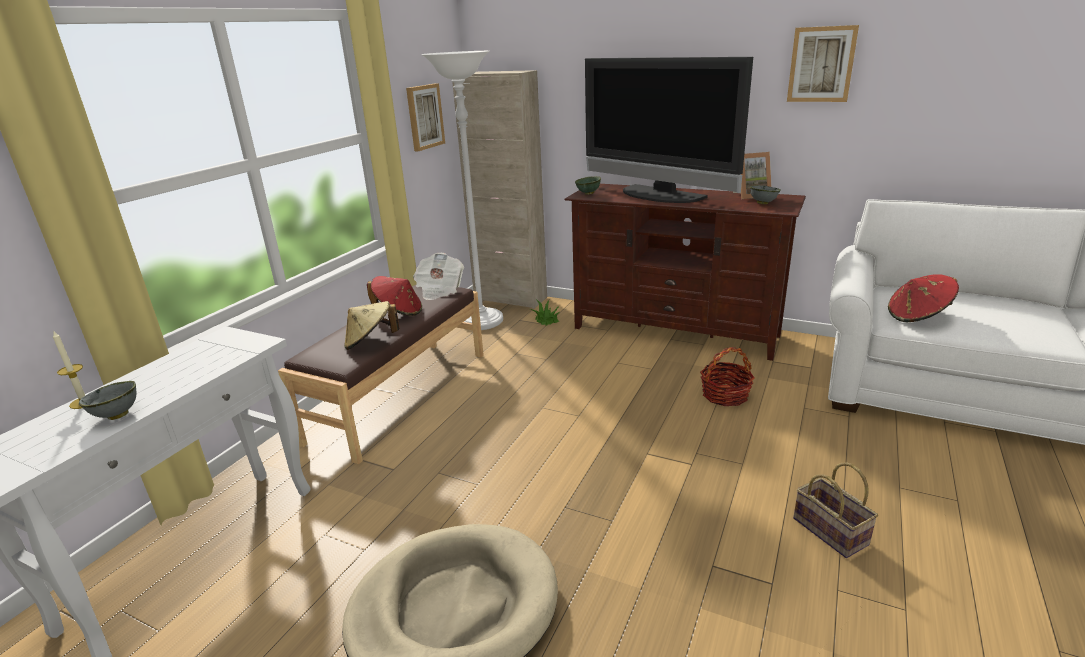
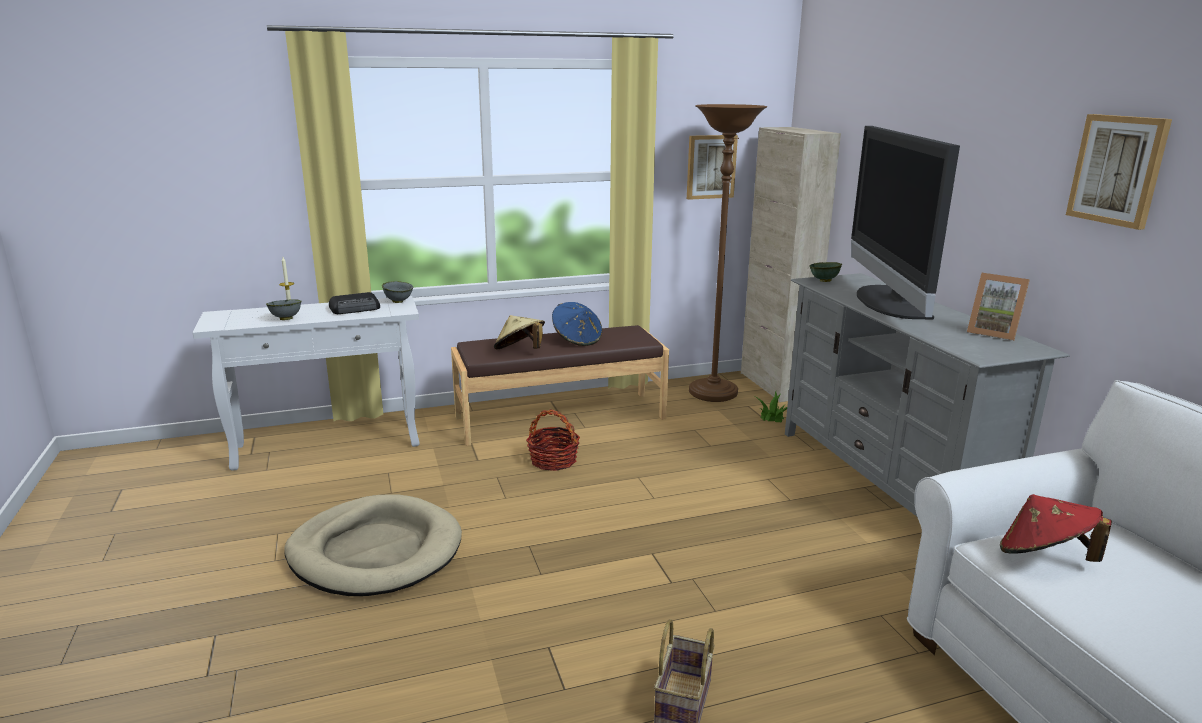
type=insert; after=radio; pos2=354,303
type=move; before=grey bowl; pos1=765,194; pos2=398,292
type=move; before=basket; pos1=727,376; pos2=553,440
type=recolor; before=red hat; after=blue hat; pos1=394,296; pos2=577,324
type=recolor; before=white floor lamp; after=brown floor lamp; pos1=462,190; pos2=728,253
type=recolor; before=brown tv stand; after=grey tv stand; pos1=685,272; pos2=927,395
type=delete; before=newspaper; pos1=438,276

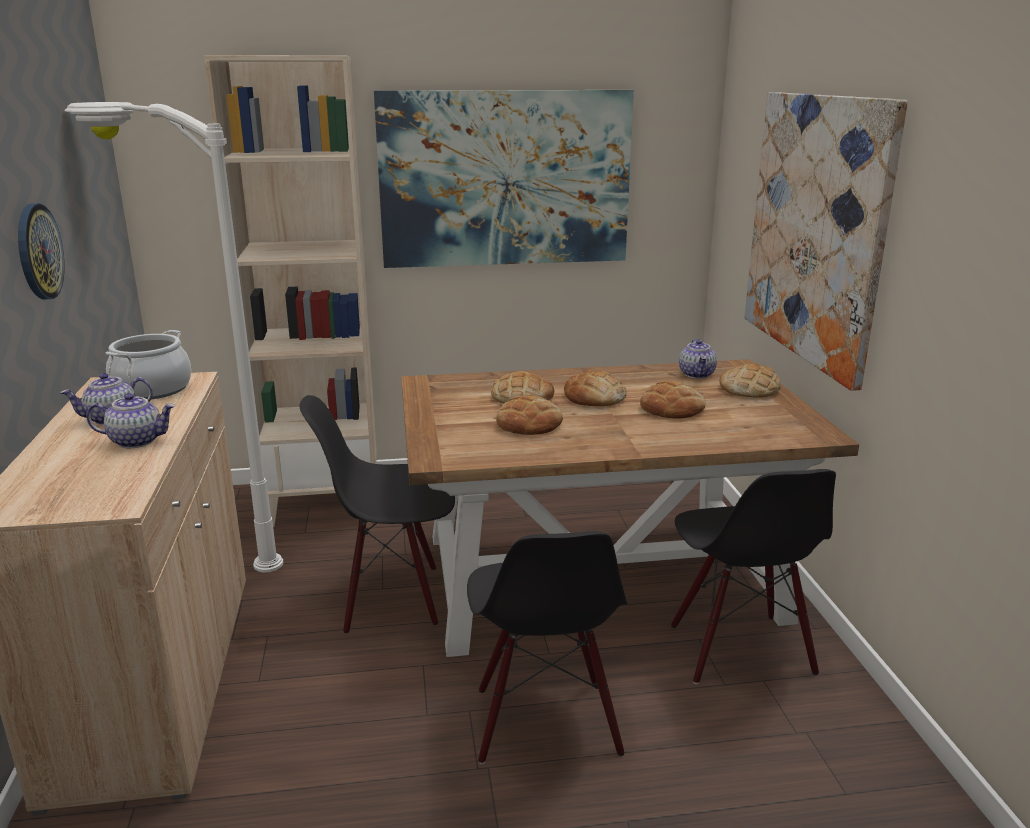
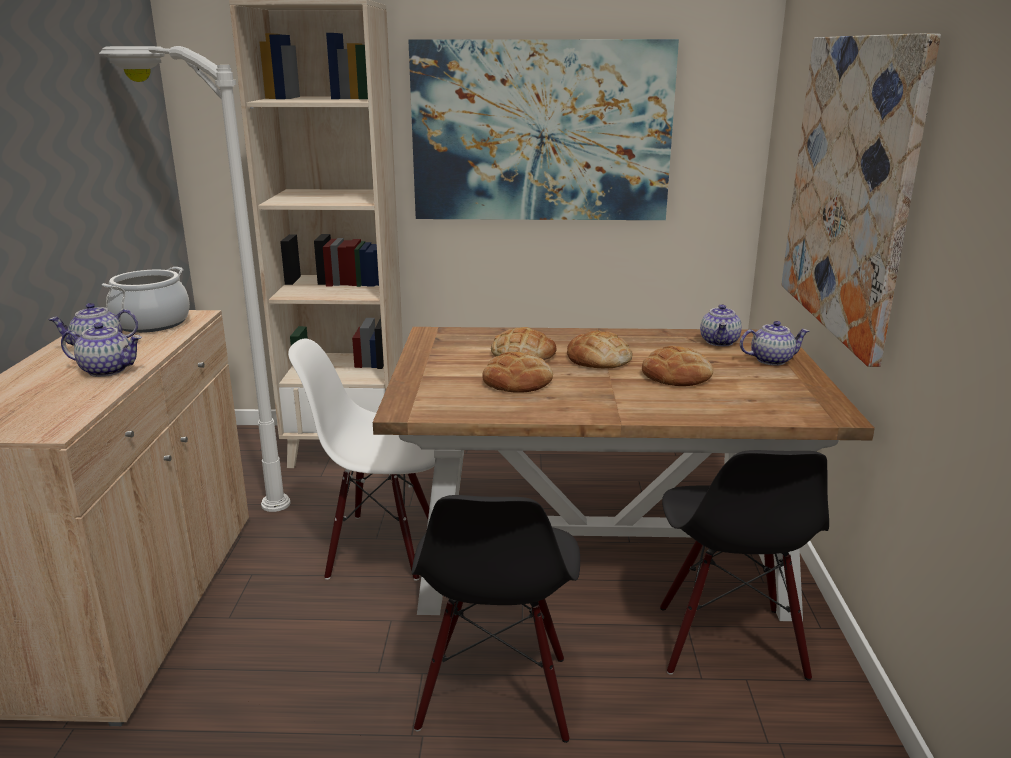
type=recolor; before=black chair; after=white chair; pos1=377,514; pos2=361,460
type=replace; before=bread; after=teapot; pos1=750,381; pos2=774,343
type=delete; before=wall clock; pos1=41,251

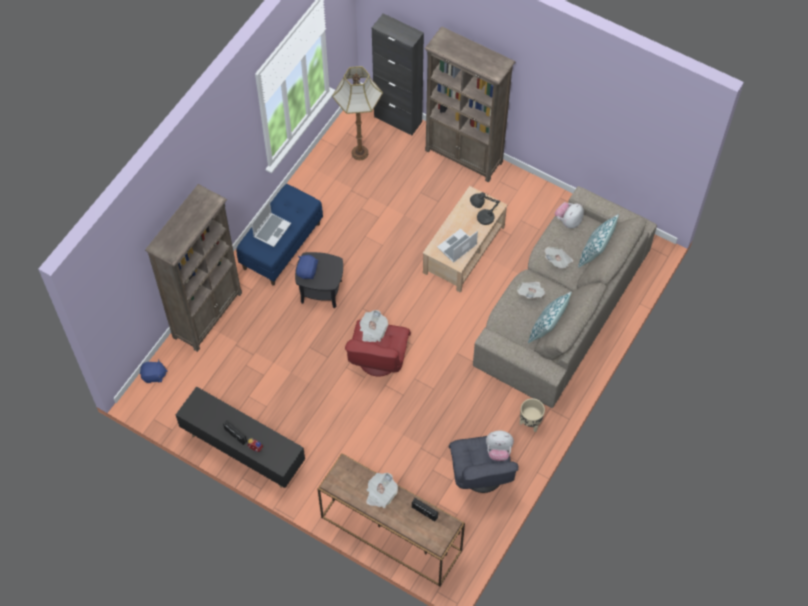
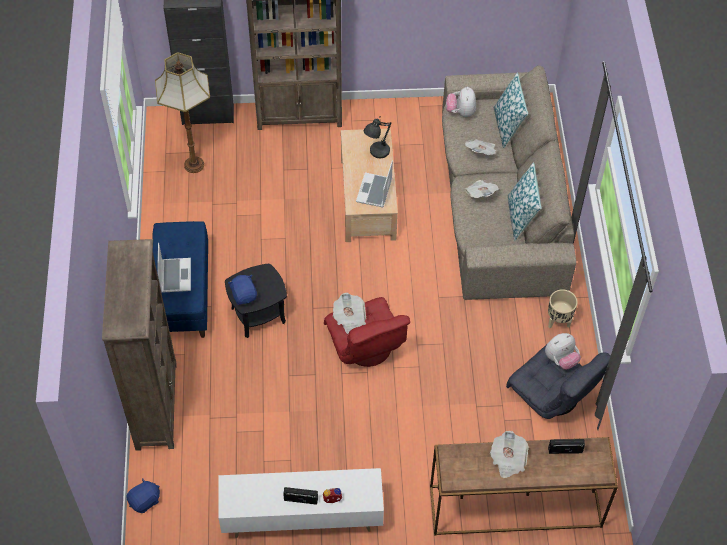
type=recolor; before=black tv stand; after=white tv stand; pos1=240,437; pos2=301,503

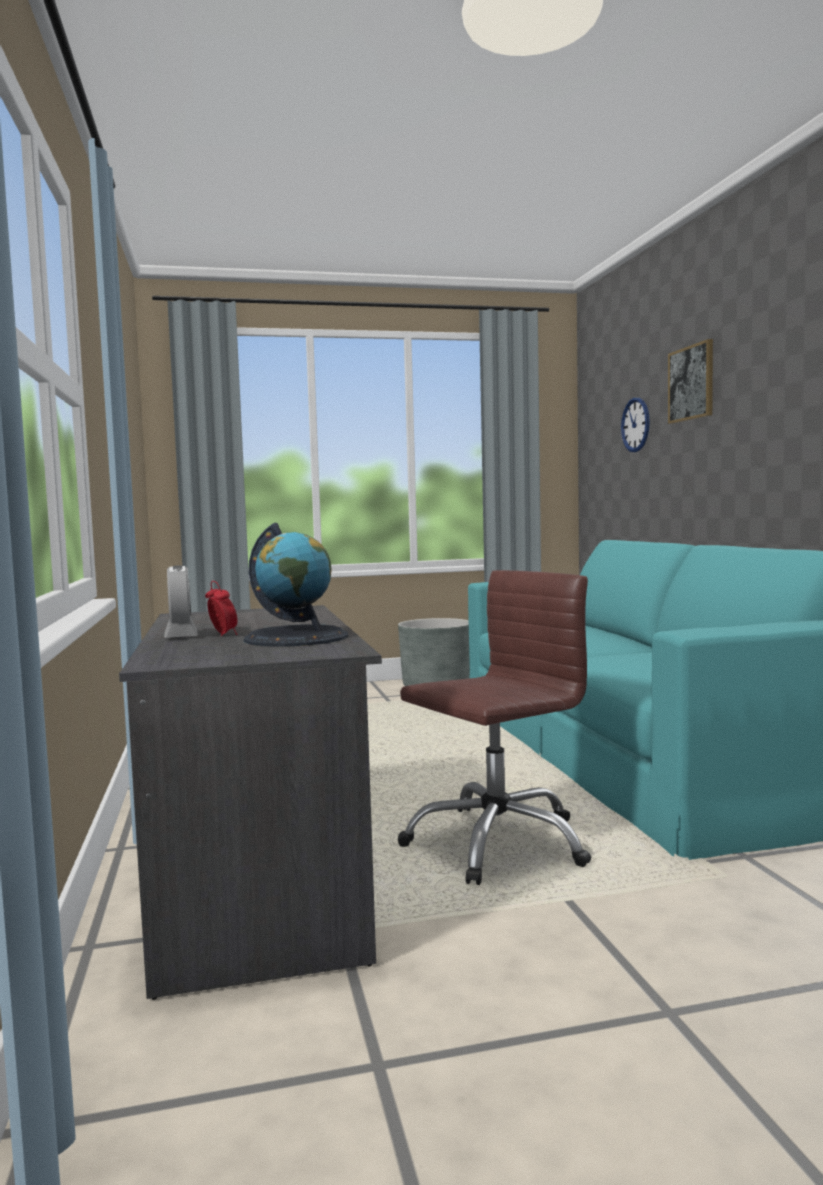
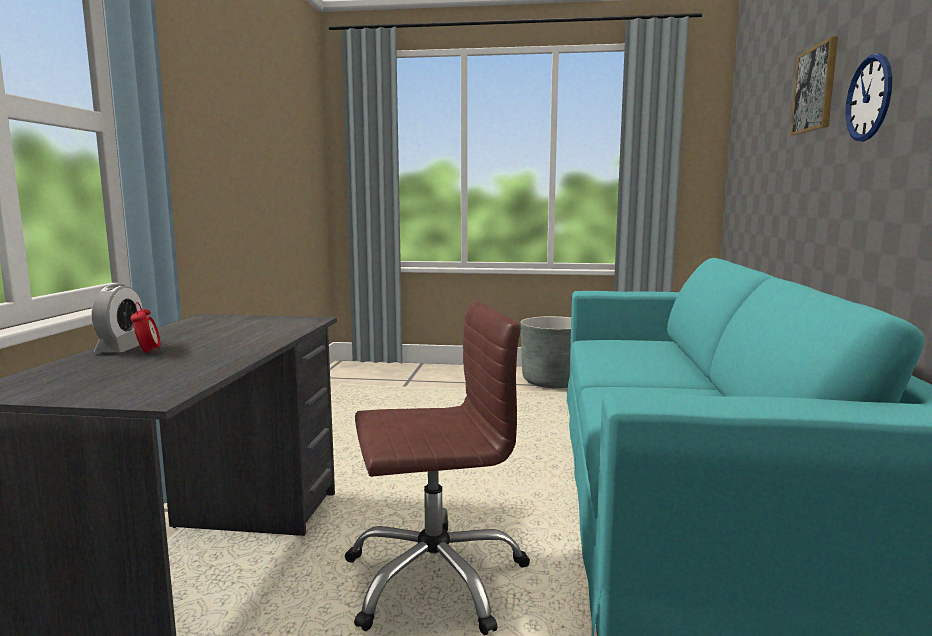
type=move; before=wall clock; pos1=635,425; pos2=868,97
type=delete; before=globe; pos1=296,585

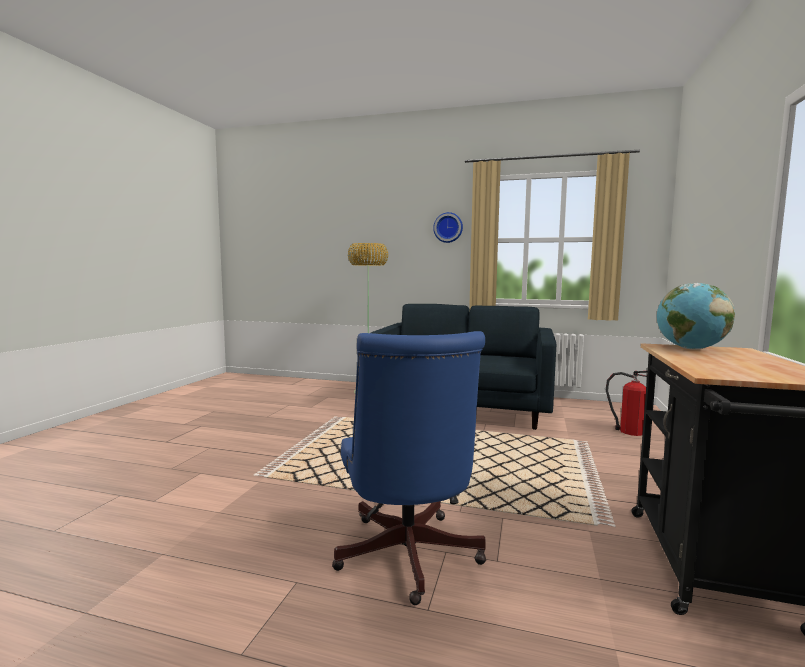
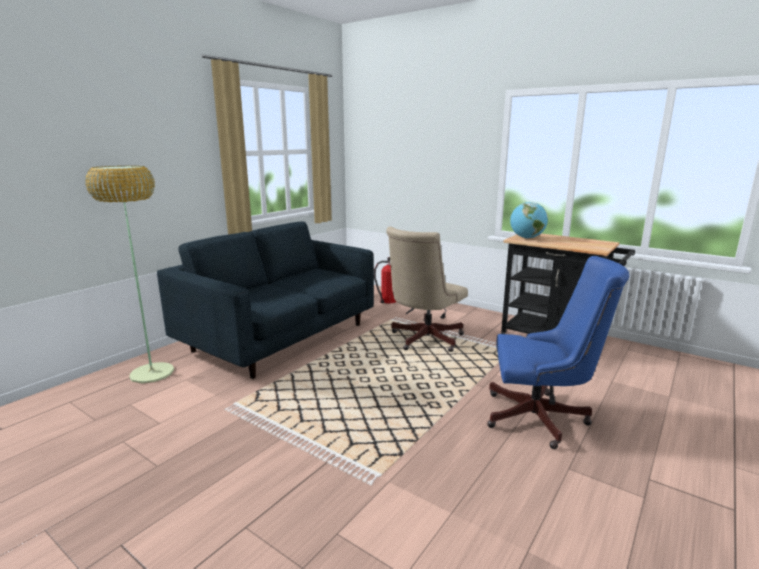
type=insert; after=beige office chair; pos2=427,289
type=delete; before=wall clock; pos1=448,227

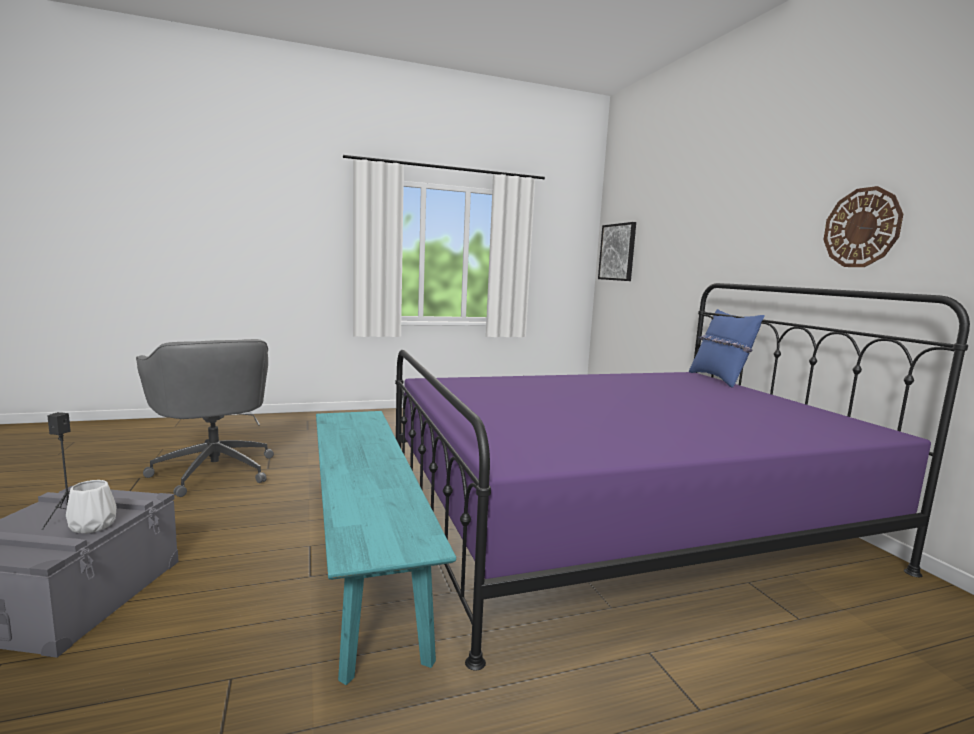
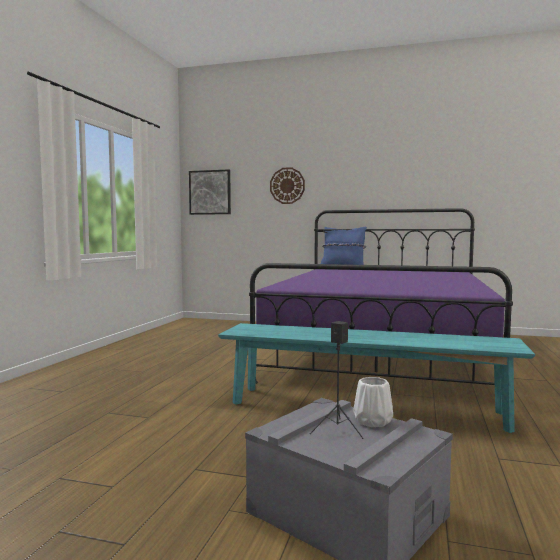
type=move; before=wall clock; pos1=863,226; pos2=287,185
type=delete; before=grey office chair; pos1=205,418

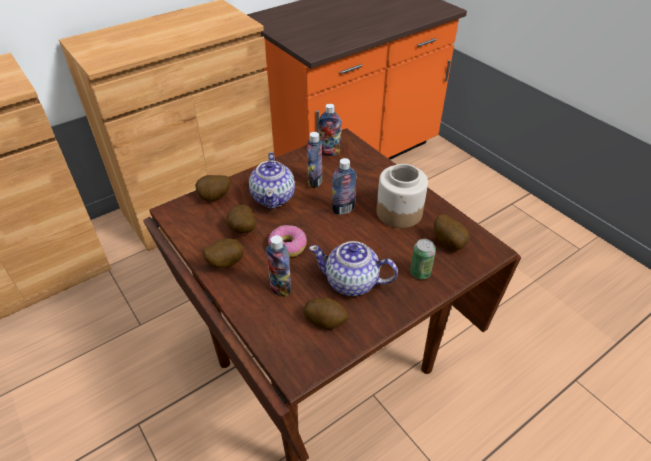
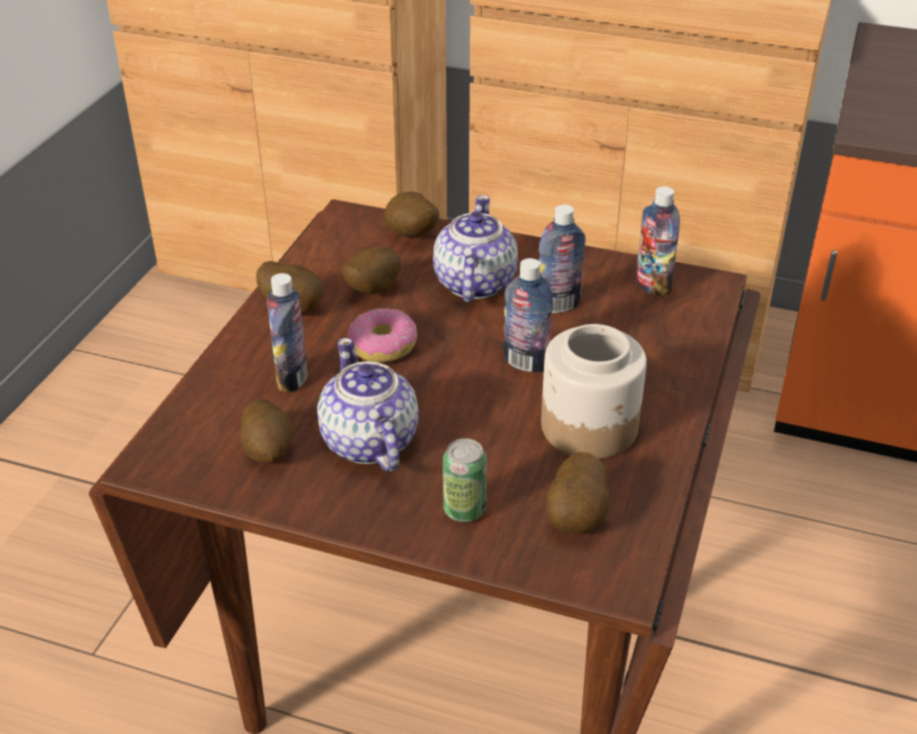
type=rotate; before=teapot; pos1=272,180; pos2=475,249; turn=135

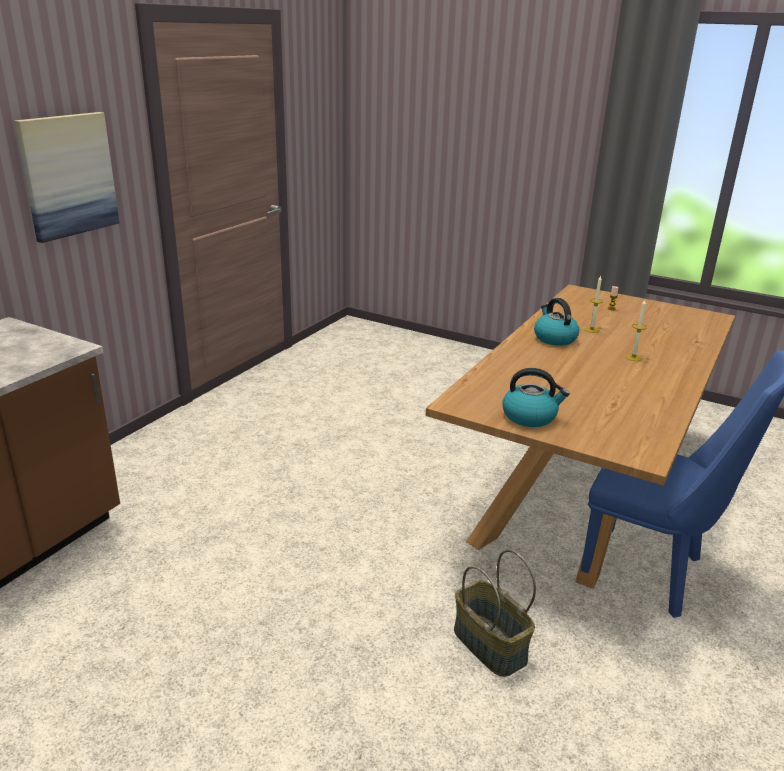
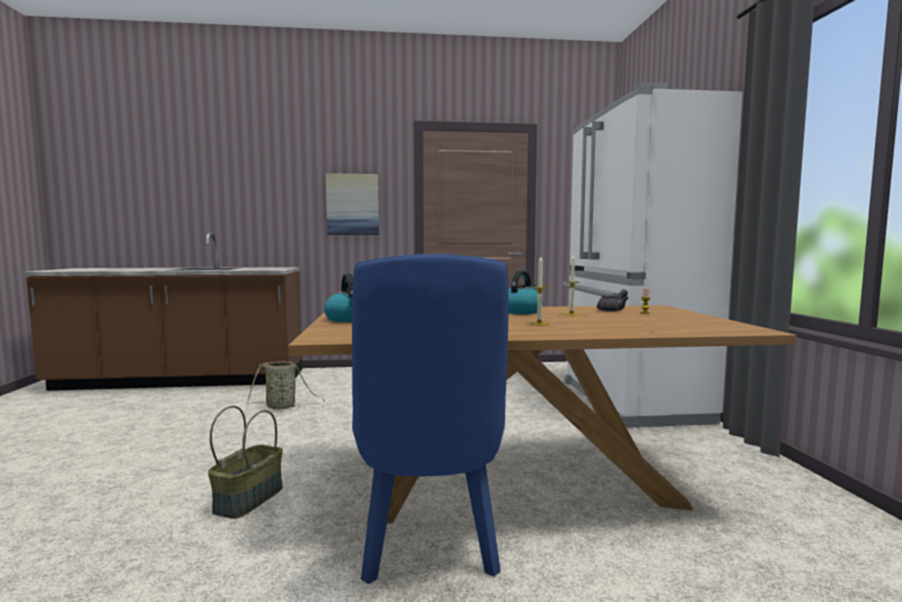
type=insert; after=basket; pos2=286,385
type=insert; after=white fridge; pos2=653,255
type=insert; after=grey teapot; pos2=613,300

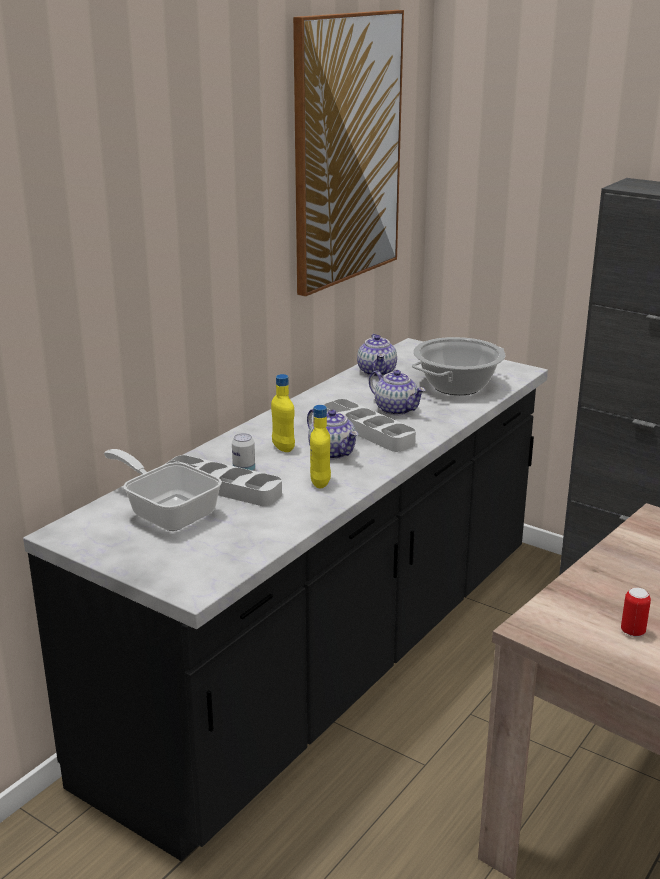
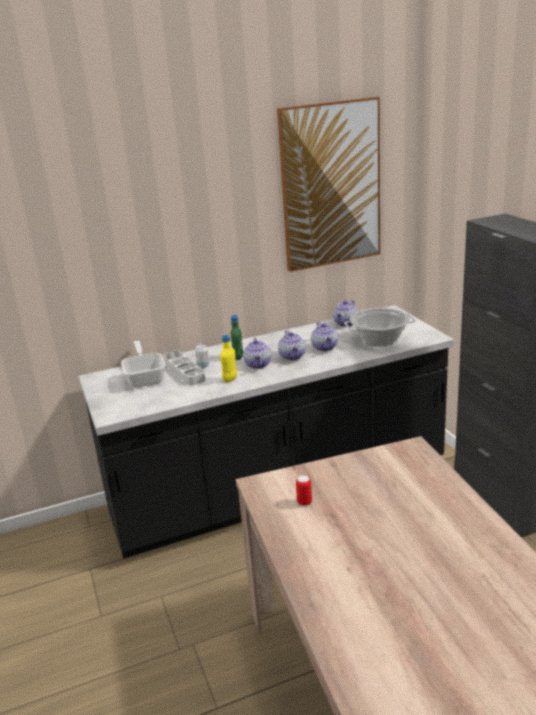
type=recolor; before=yellow bottle; after=green bottle; pos1=283,413; pos2=237,337
type=replace; before=grey tray; after=teapot; pos1=370,425; pos2=292,345

